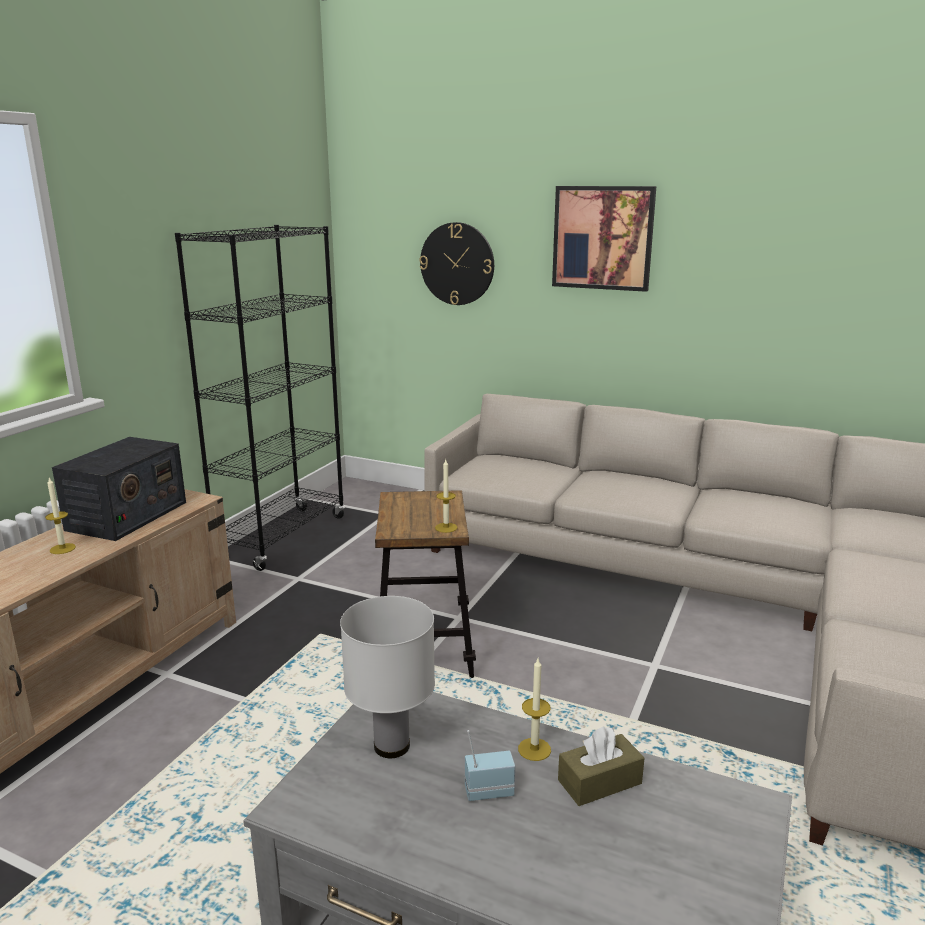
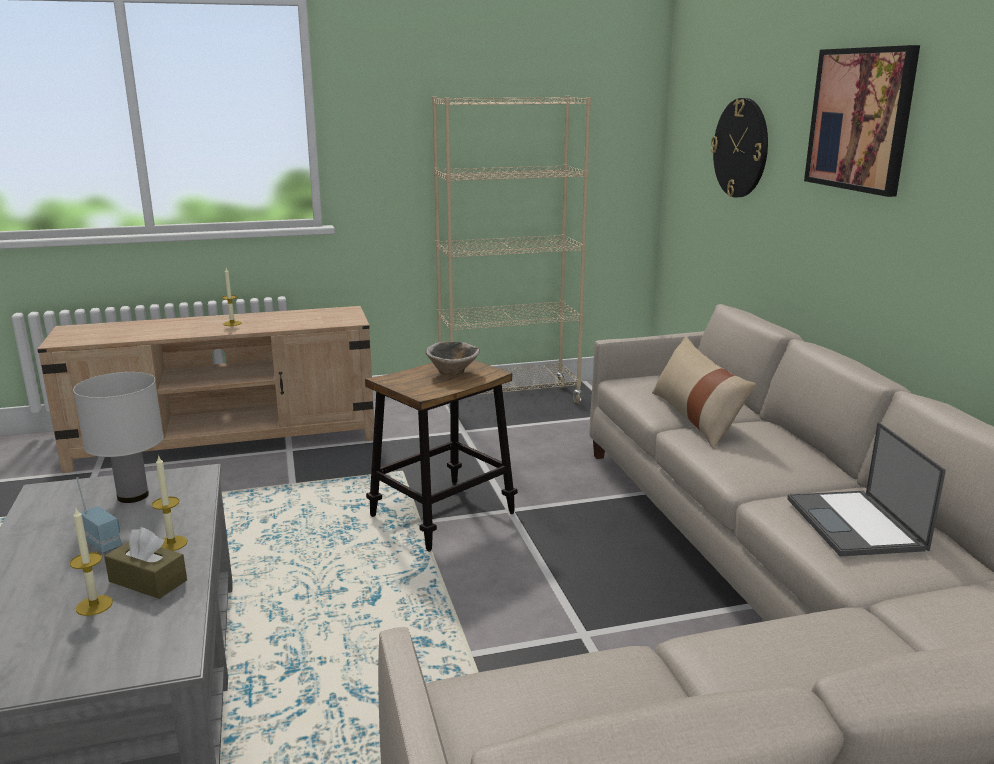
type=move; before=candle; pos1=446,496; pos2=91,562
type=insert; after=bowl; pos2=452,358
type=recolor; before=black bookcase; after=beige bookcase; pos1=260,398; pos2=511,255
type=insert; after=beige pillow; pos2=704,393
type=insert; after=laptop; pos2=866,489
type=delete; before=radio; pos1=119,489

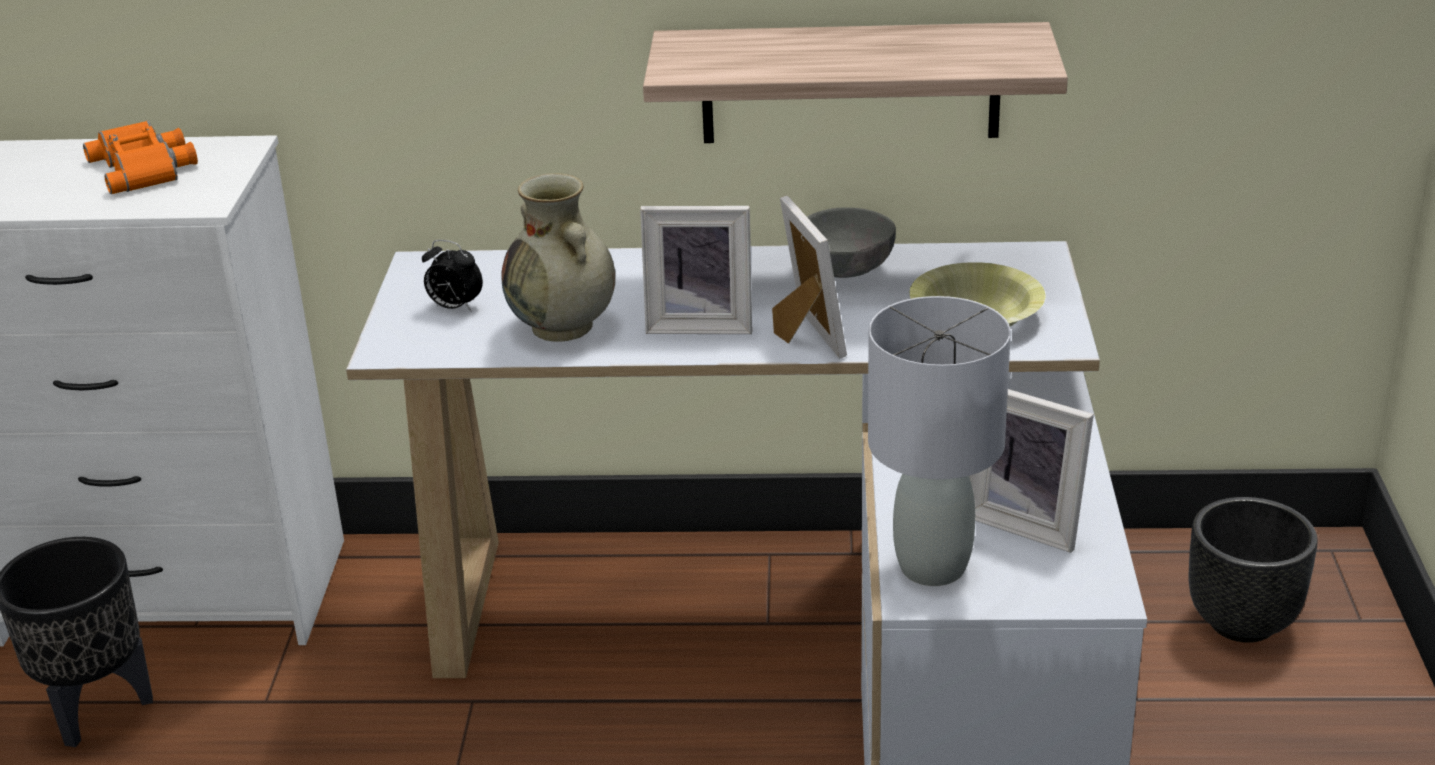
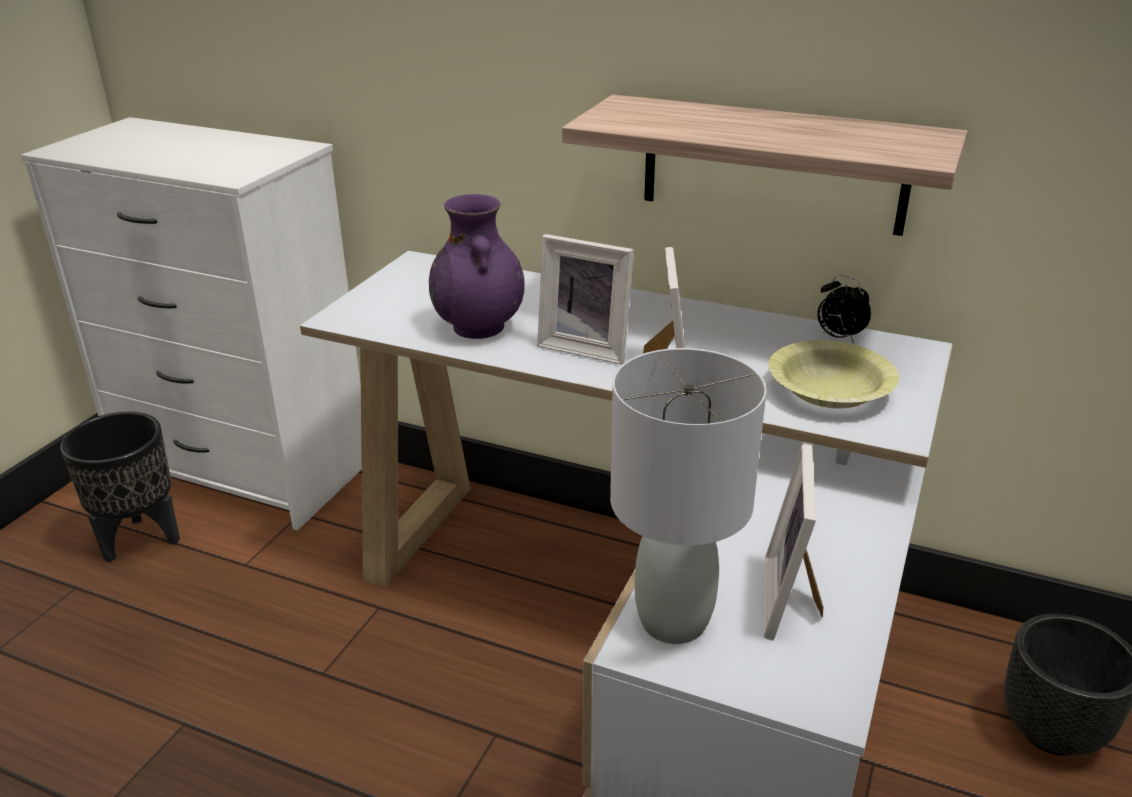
type=recolor; before=beige vase; after=purple vase; pos1=558,257; pos2=477,266
type=rotate; before=picture frame; pos1=1031,471; pos2=793,542; turn=45
type=move; before=alarm clock; pos1=452,276; pos2=844,309
type=delete; before=orange binoculars; pos1=140,157
type=delete; before=grey bowl; pos1=851,243

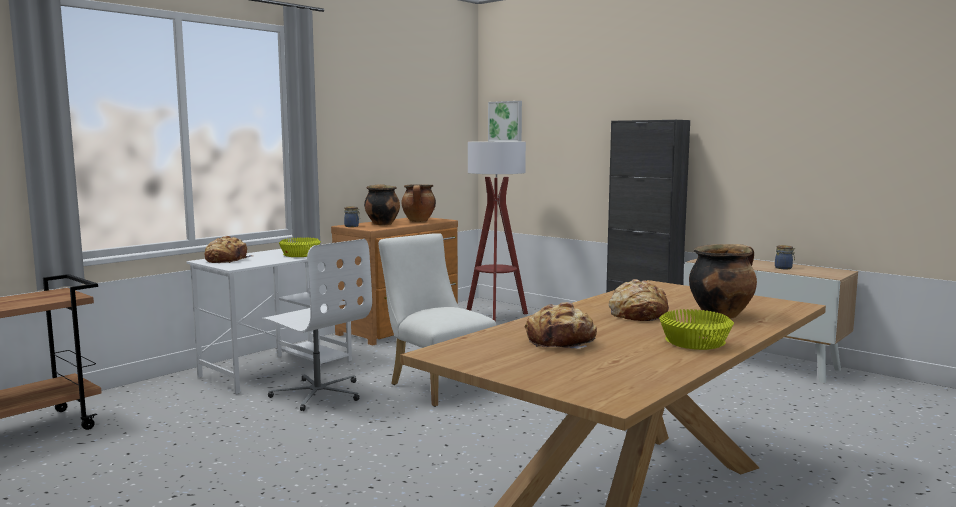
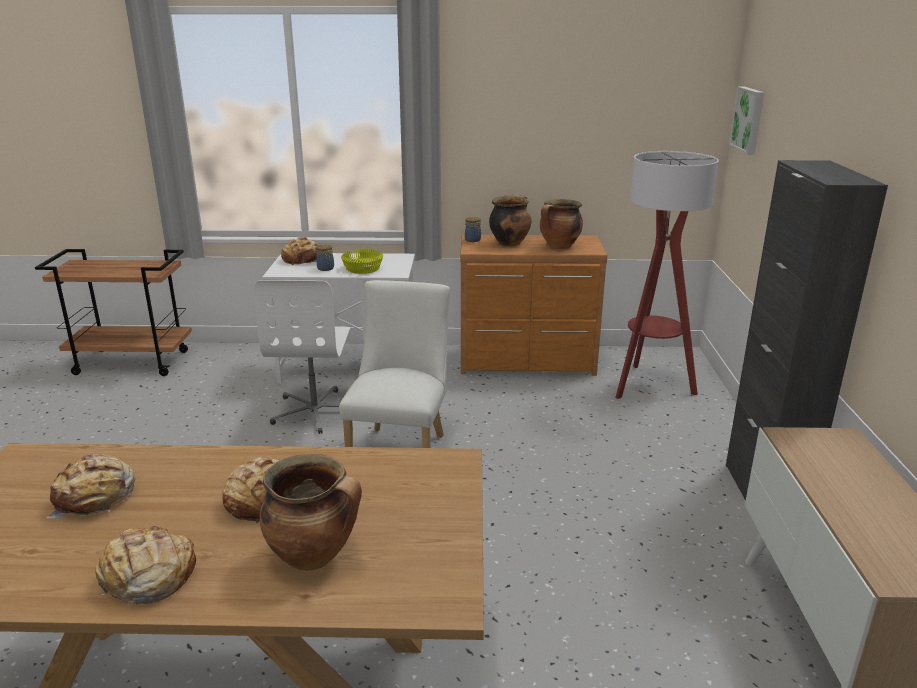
type=replace; before=yellow bowl; after=bread; pos1=696,329; pos2=145,565
type=move; before=jar; pos1=785,257; pos2=325,258

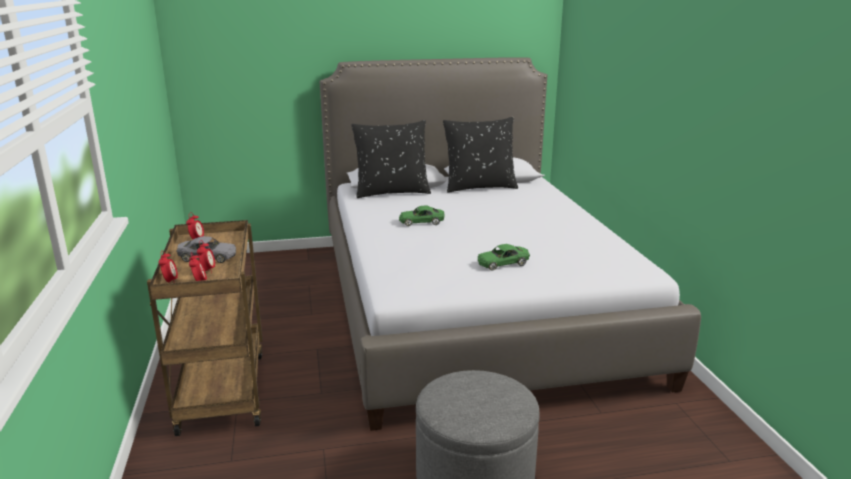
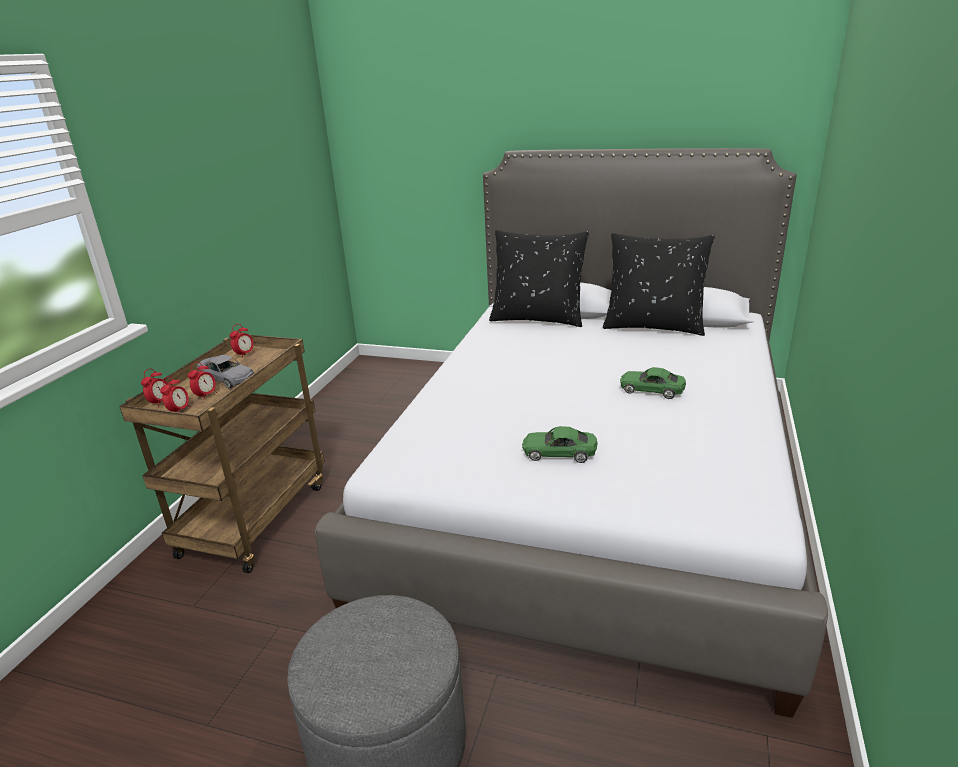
type=move; before=green toy car; pos1=422,216; pos2=653,383

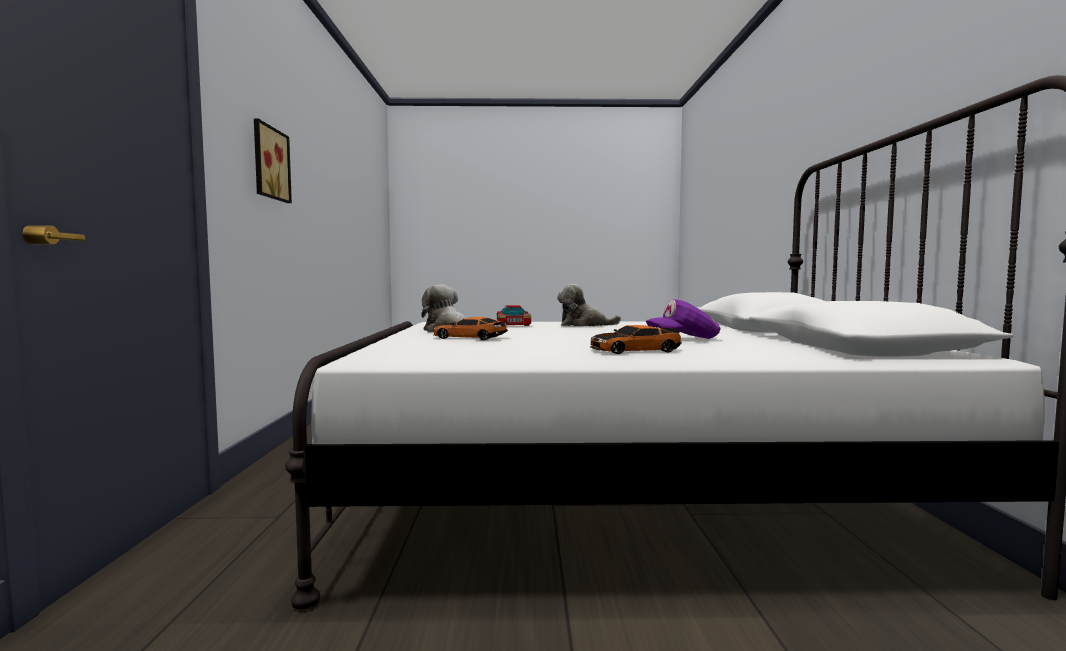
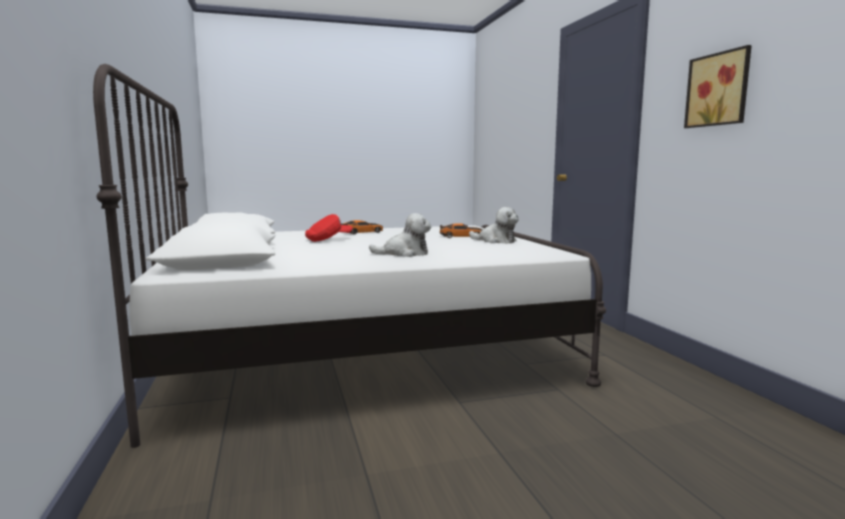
type=recolor; before=purple cap; after=red cap; pos1=683,319; pos2=329,228
type=delete; before=toy car; pos1=514,315

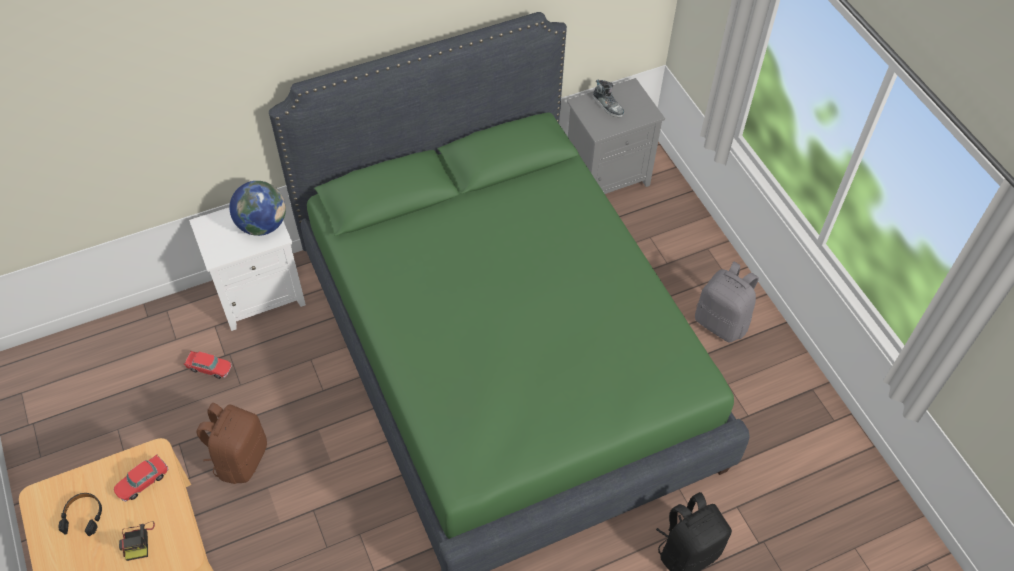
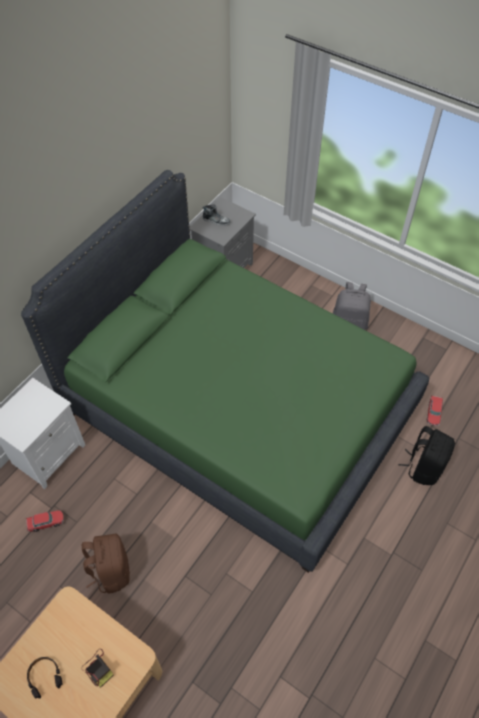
type=move; before=toy car; pos1=141,478; pos2=435,411
type=delete; before=globe; pos1=258,208

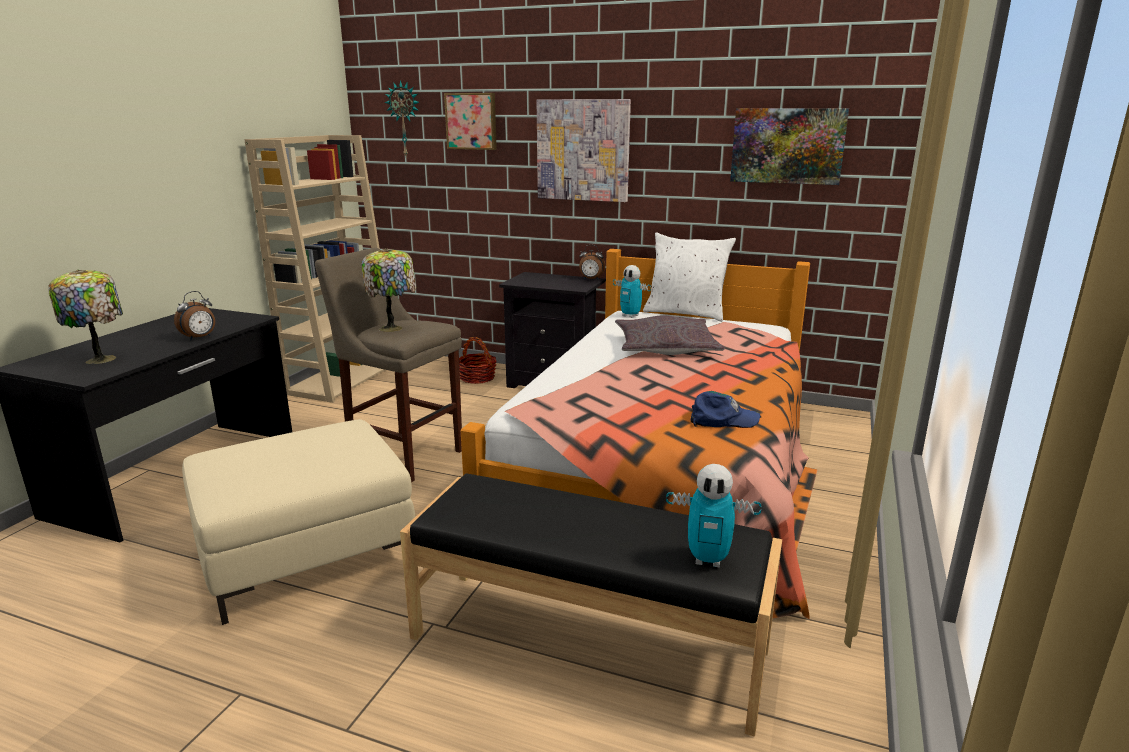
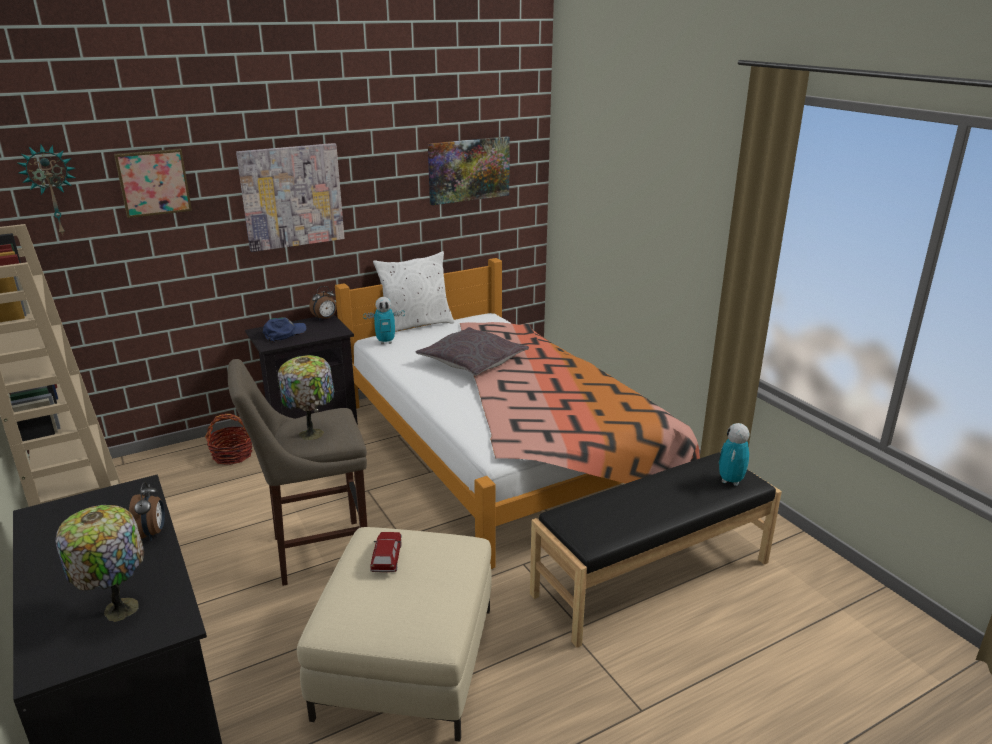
type=move; before=blue cap; pos1=726,409; pos2=284,330
type=insert; after=toy car; pos2=386,552
type=rotate; before=toy robot; pos1=714,515; pos2=733,454; turn=150

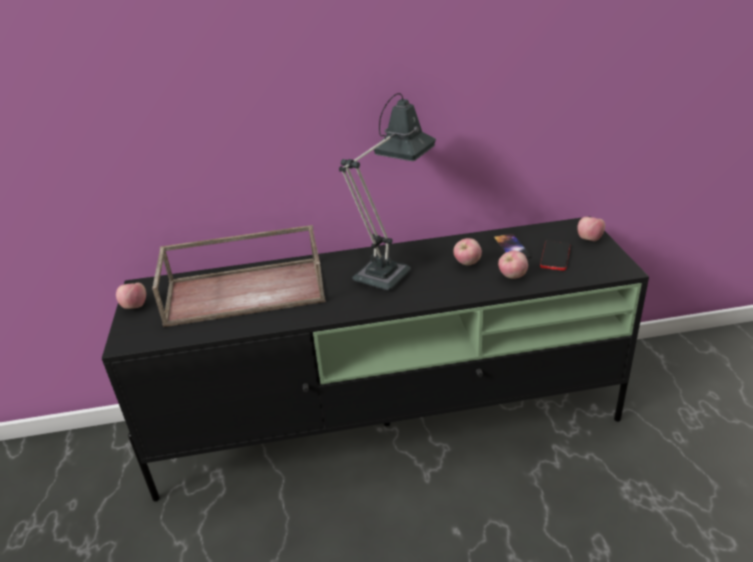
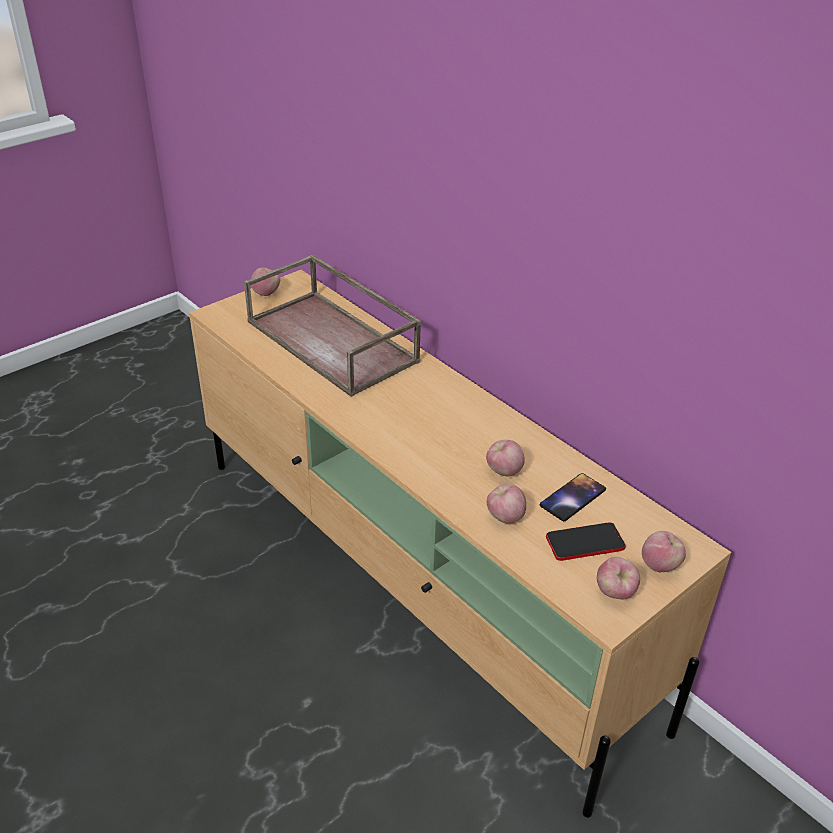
type=recolor; before=black tv stand; after=beige tv stand; pos1=375,358; pos2=460,544
type=insert; after=apple; pos2=618,578
type=delete; before=table lamp; pos1=387,191

